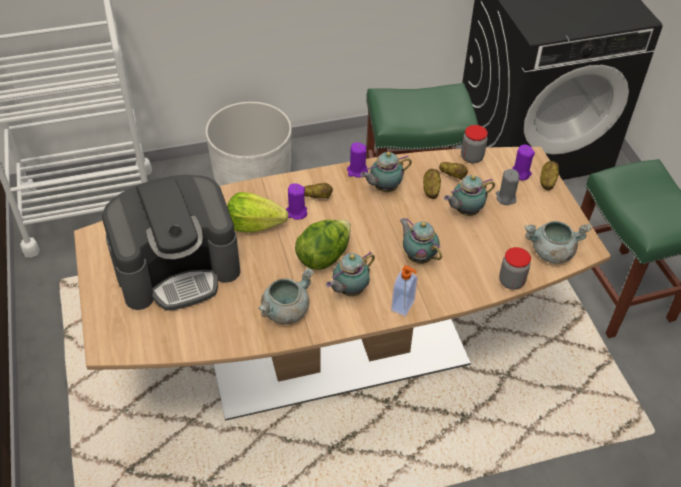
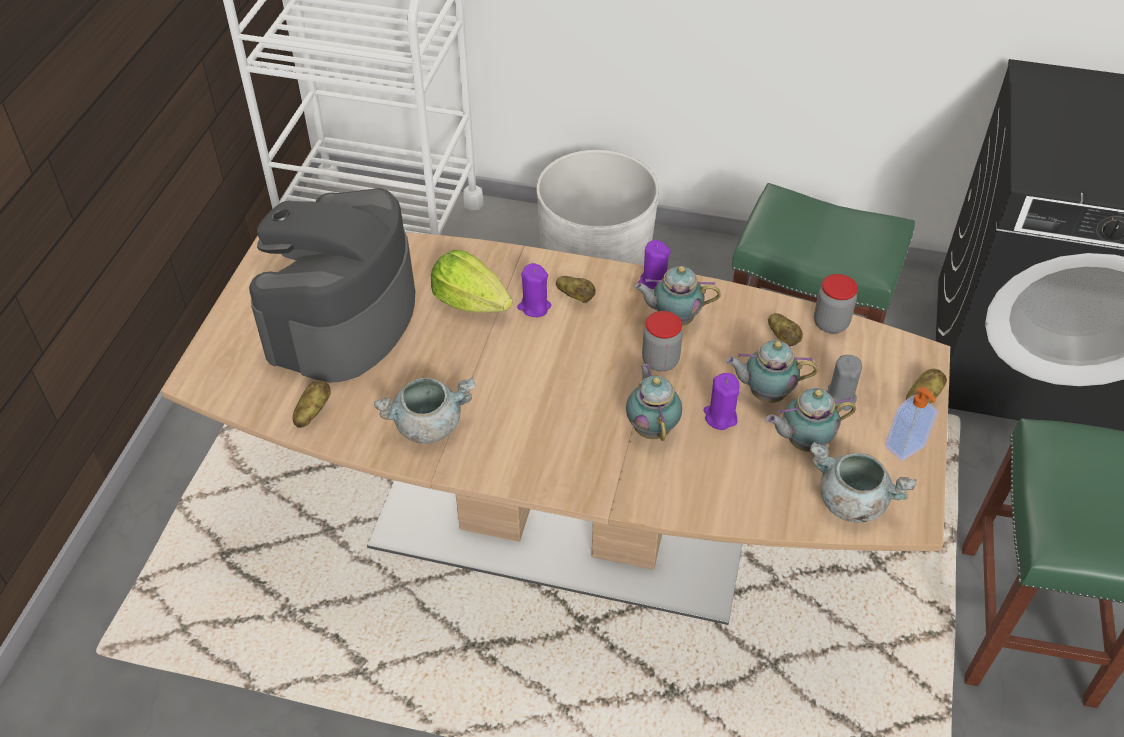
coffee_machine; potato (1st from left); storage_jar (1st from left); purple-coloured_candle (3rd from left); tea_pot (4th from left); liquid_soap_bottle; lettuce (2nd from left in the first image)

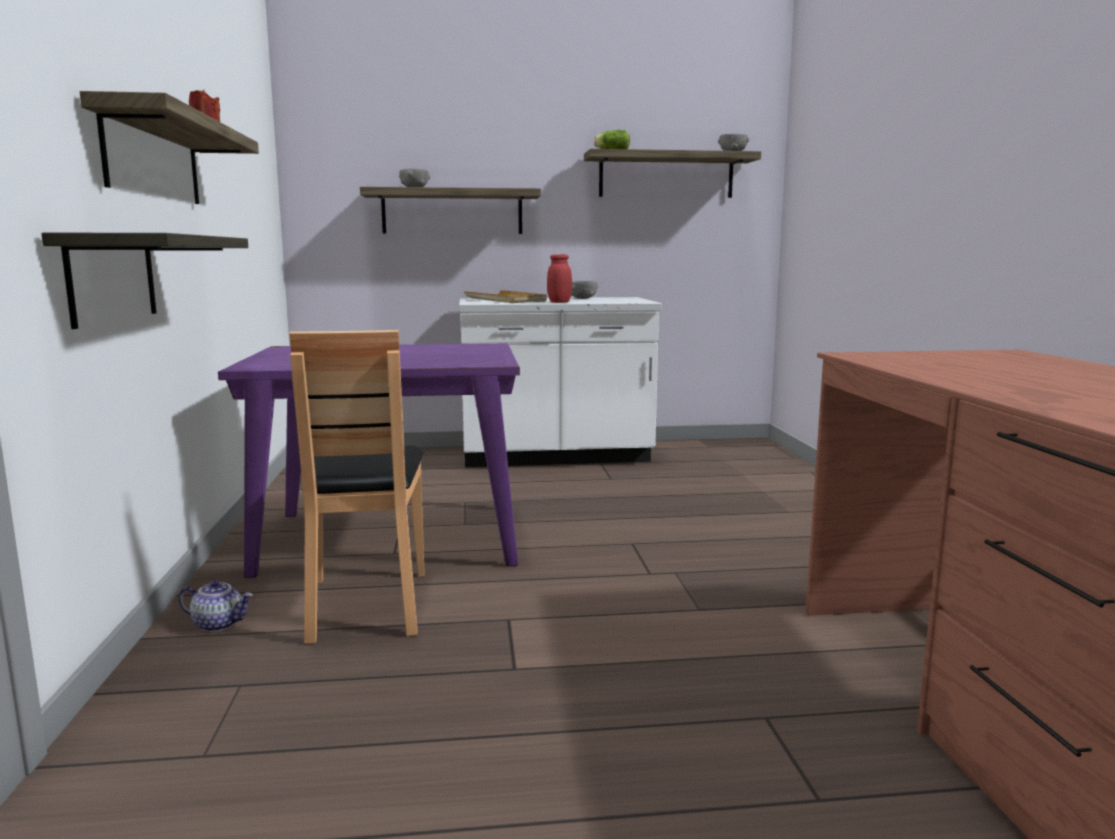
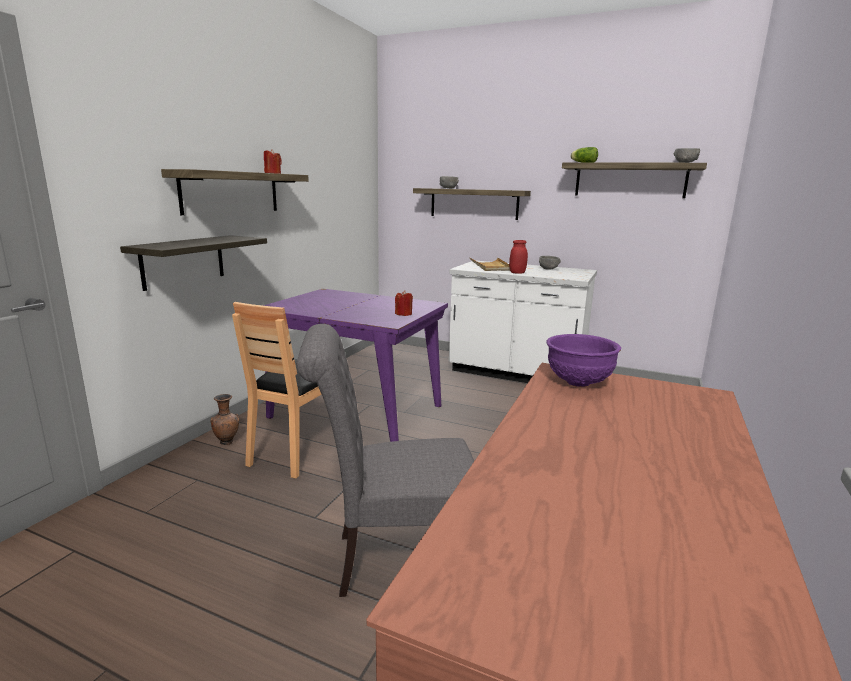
brown_vase; grey_chair; reddish_candle (2nd from left); purple-coloured_bowl

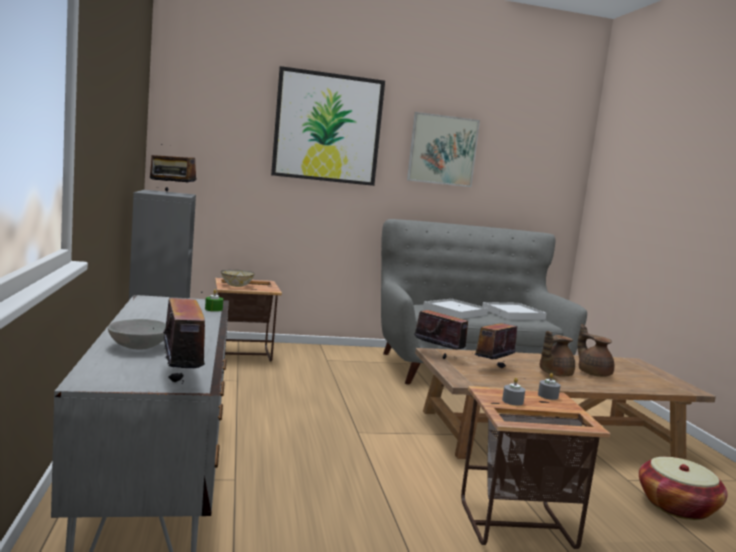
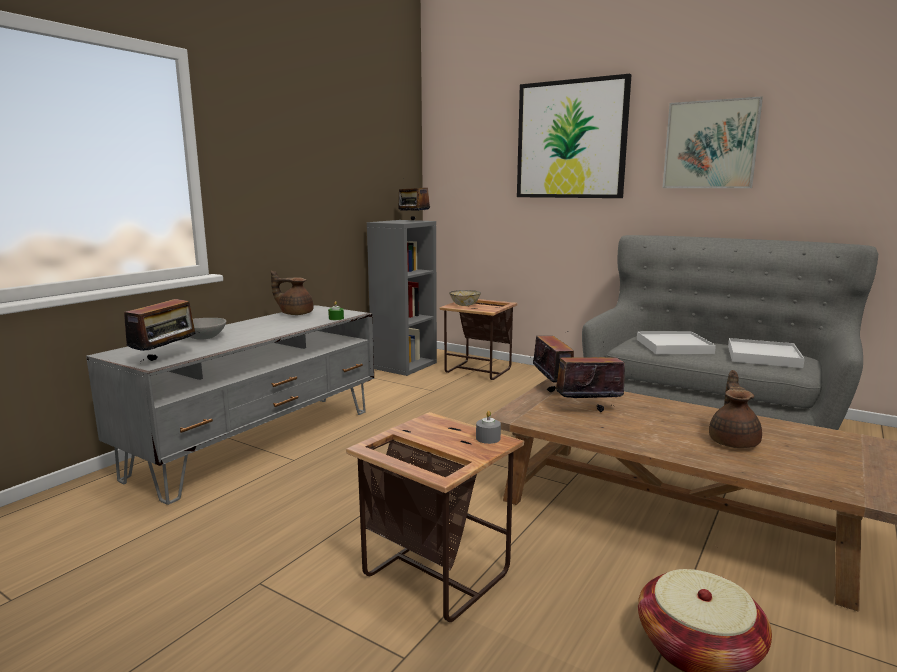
brown_tea_pot (1st from left); grey_candle (1st from left in the first image)

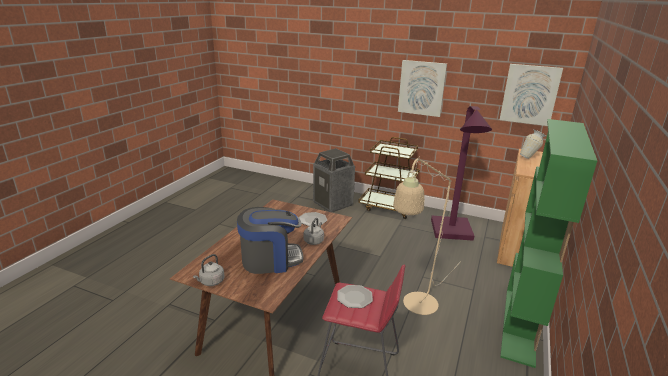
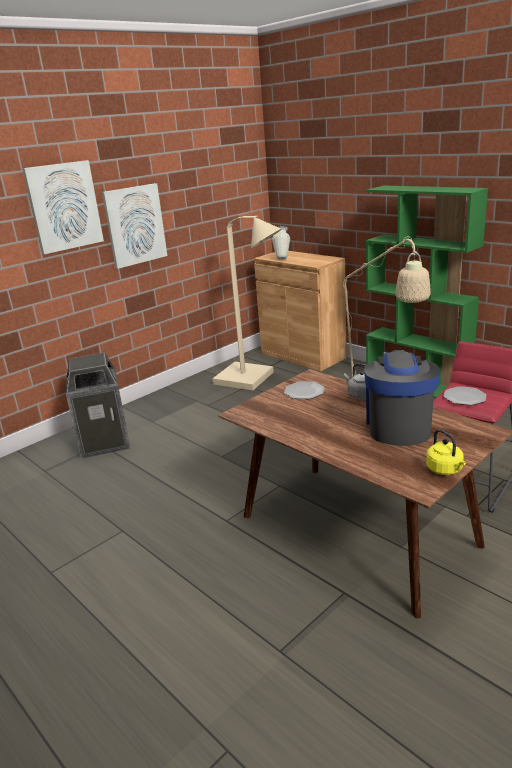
wall_picture (1st from left); sand-coloured_floor_lamp (1st from left); yellow_tea_kettle; brown_wheeled_cart

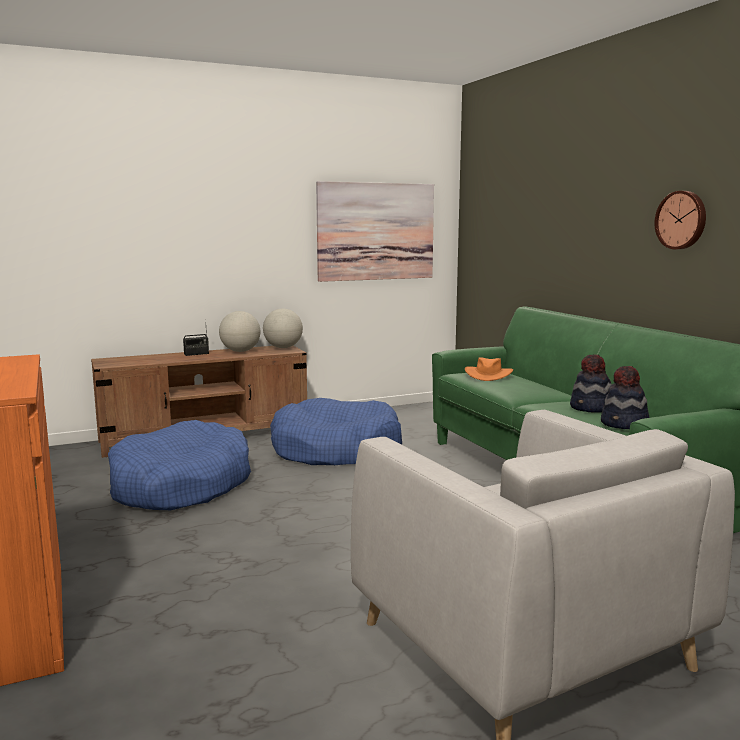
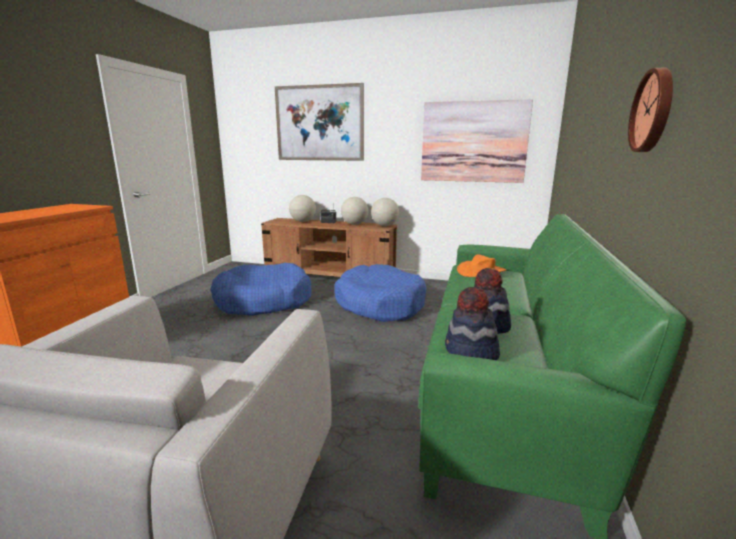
wall_picture (1st from left); world_globe (1st from left)

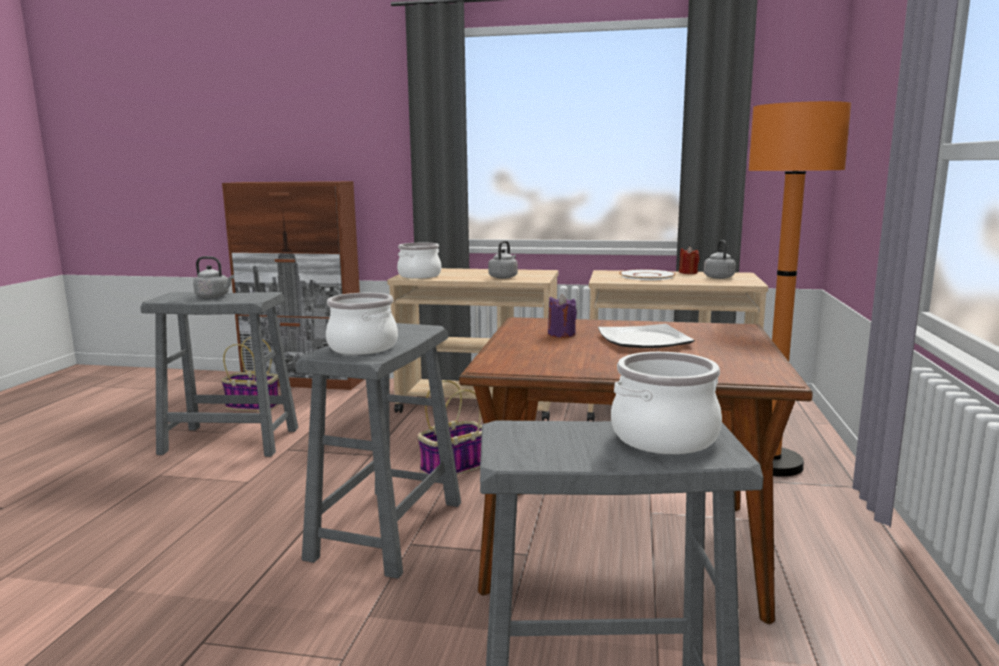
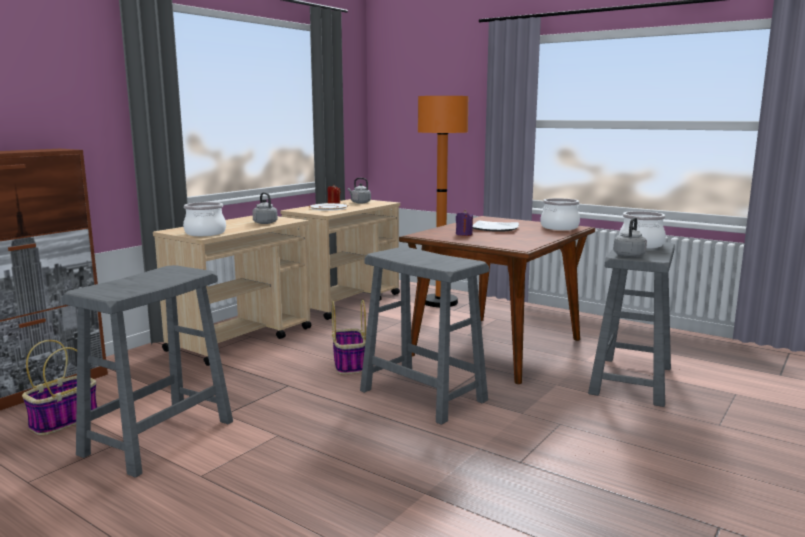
cooking_pot (2nd from left); grey_tea_kettle (3rd from left)

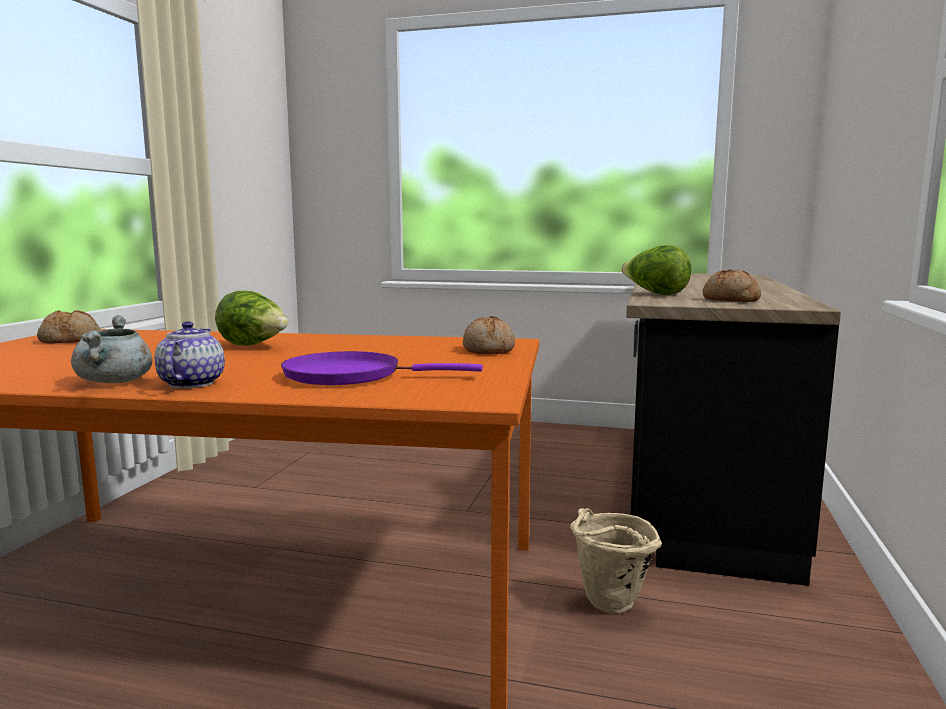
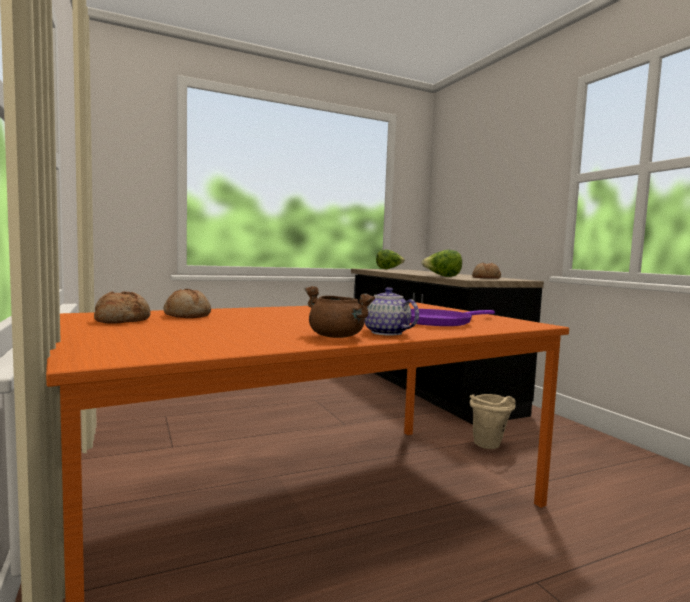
baked_bread (2nd from left); brown_cooking_pot; lettuce (1st from left)

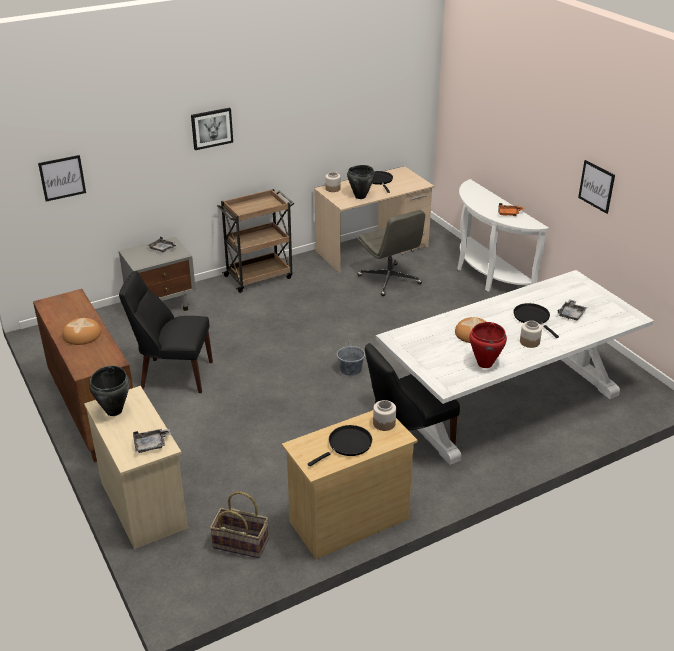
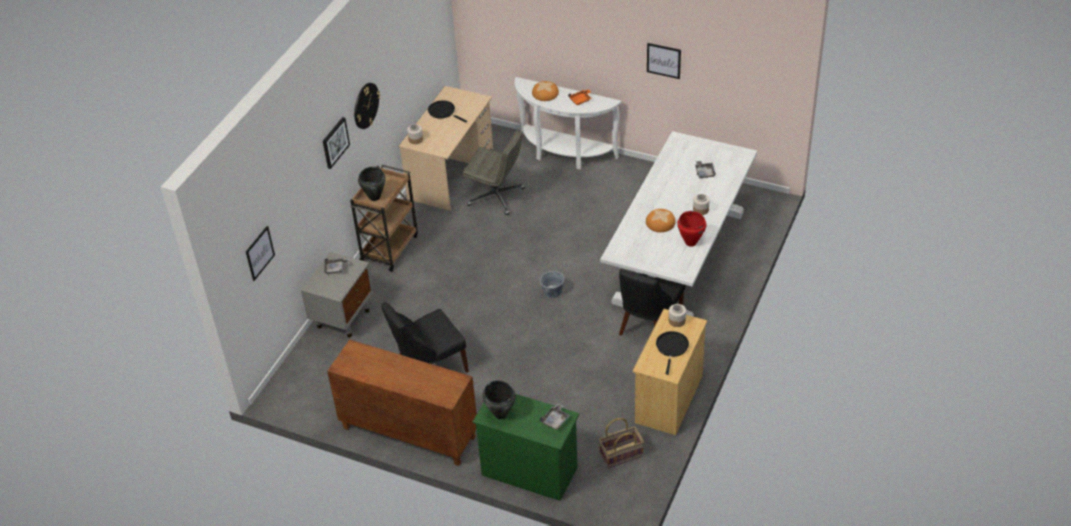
wall_clock; blackish_cooking_pot (1st from left); green-coloured_chest_of_drawers; baked_bread (1st from left); blackish_pan (3rd from left in the first image)

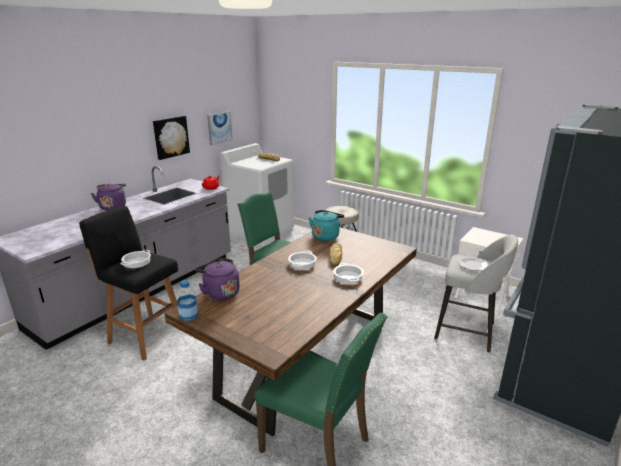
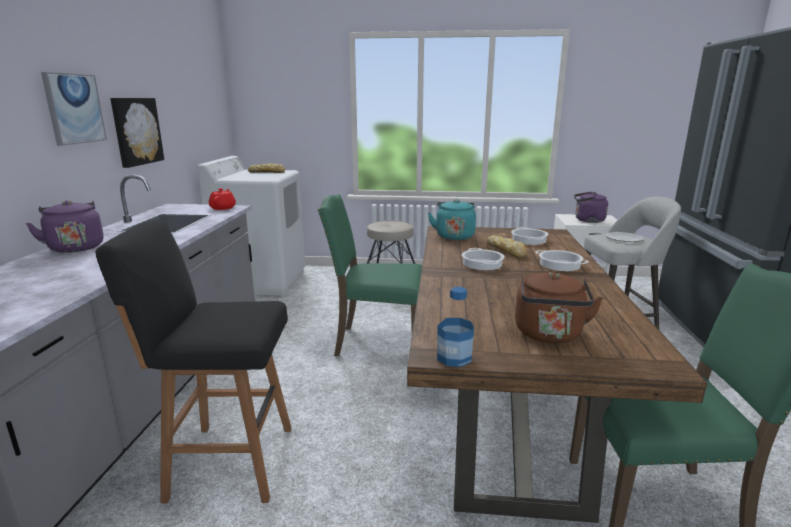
wall_picture (1st from left); cooking_pot (2nd from left); brown_tea_kettle; purple-coloured_tea_kettle (2nd from left)

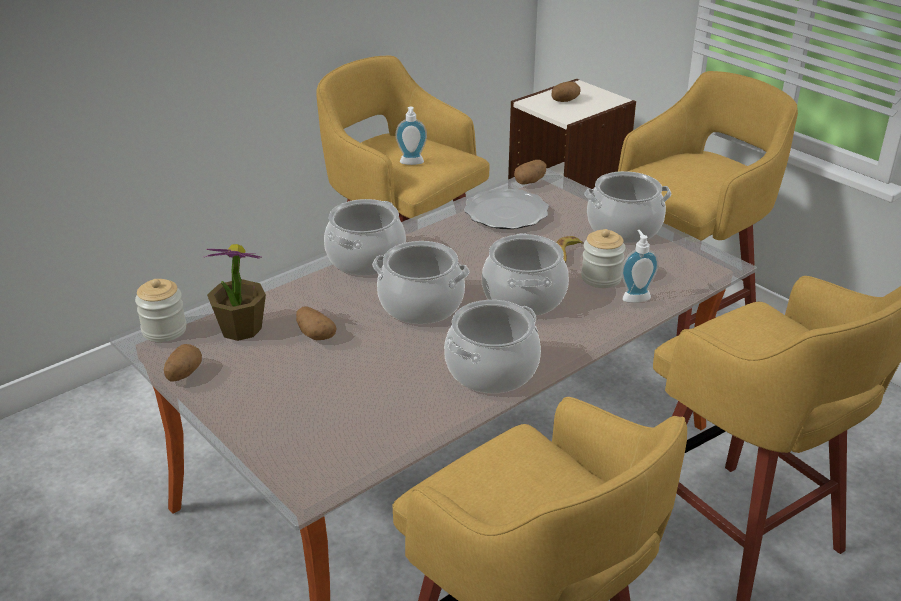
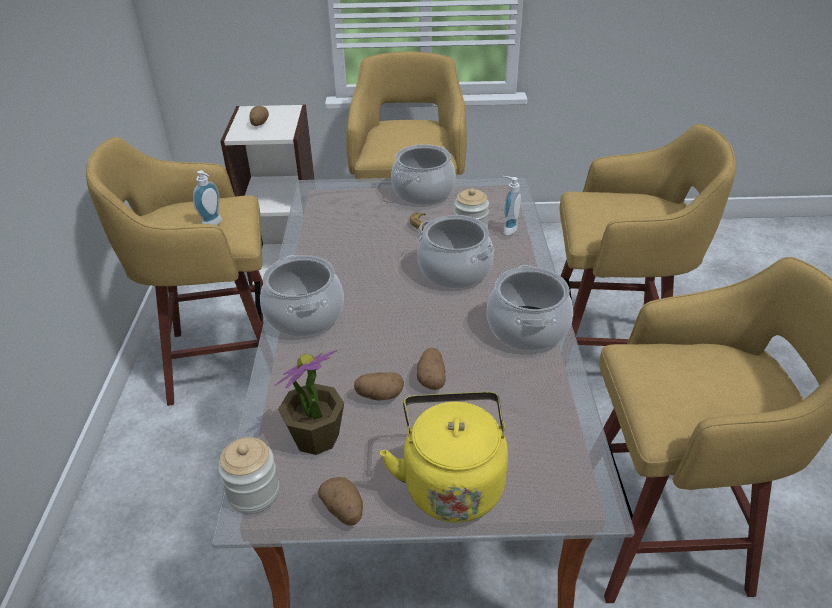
yellow_tea_kettle; potato (4th from left); cooking_pot (2nd from left in the first image); flat_dish

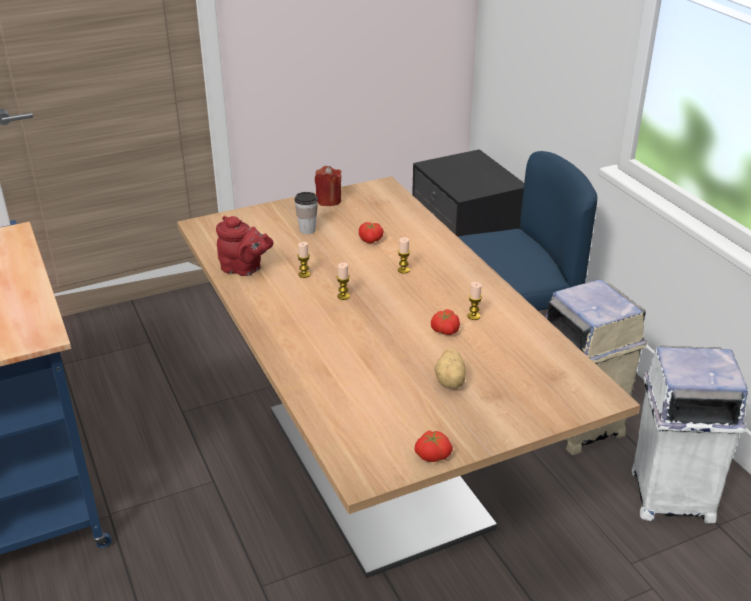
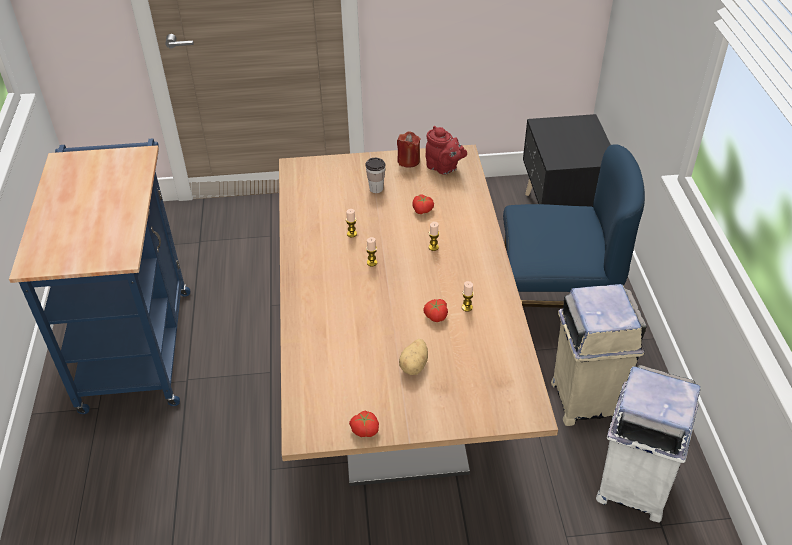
reddish_tea_pot

